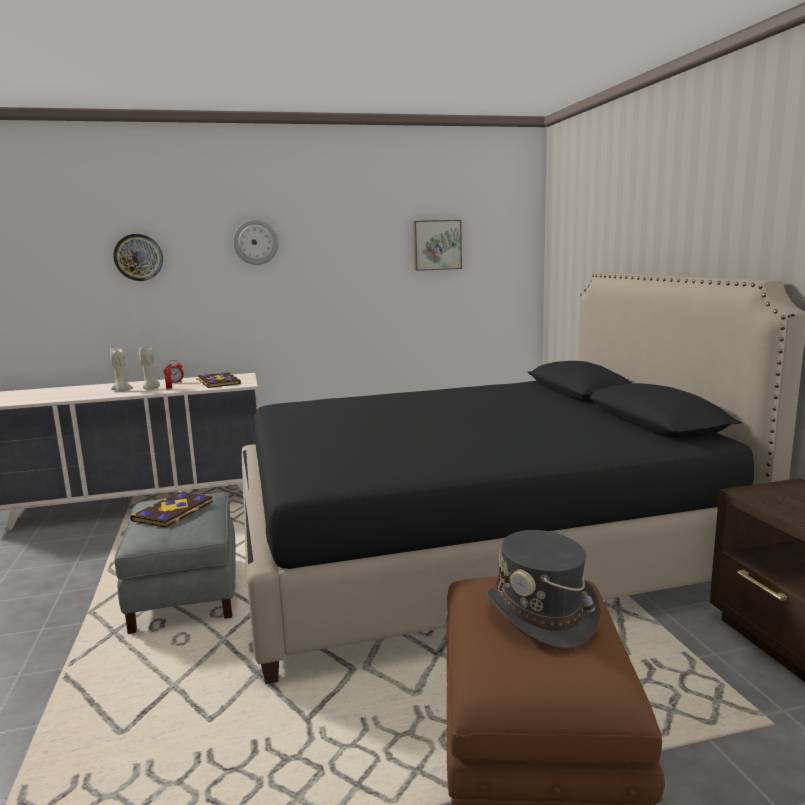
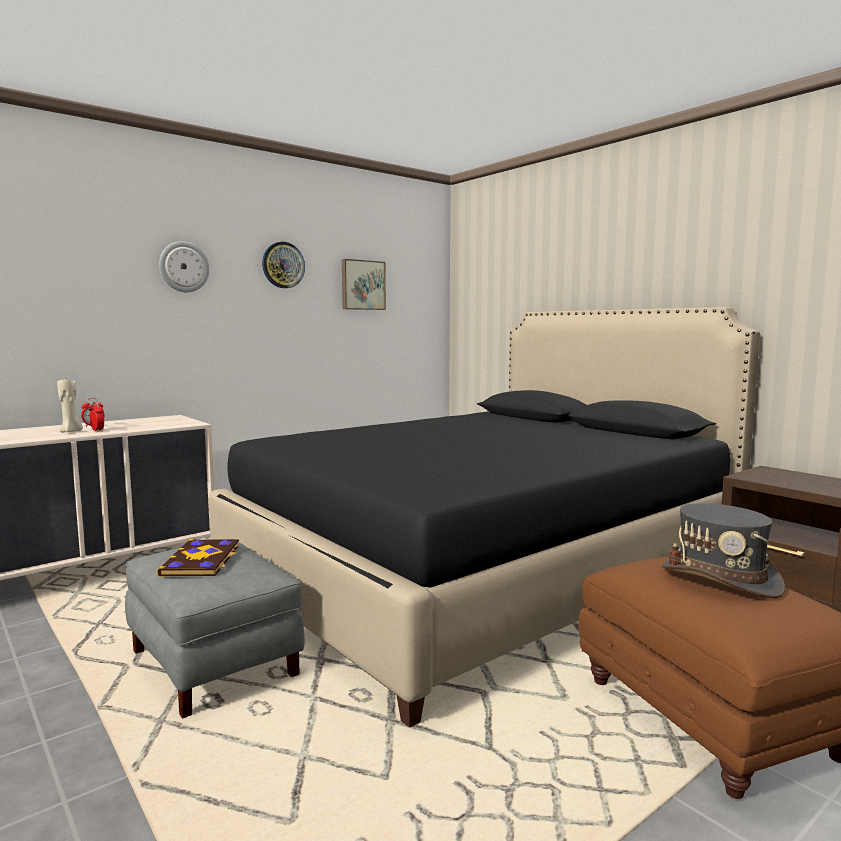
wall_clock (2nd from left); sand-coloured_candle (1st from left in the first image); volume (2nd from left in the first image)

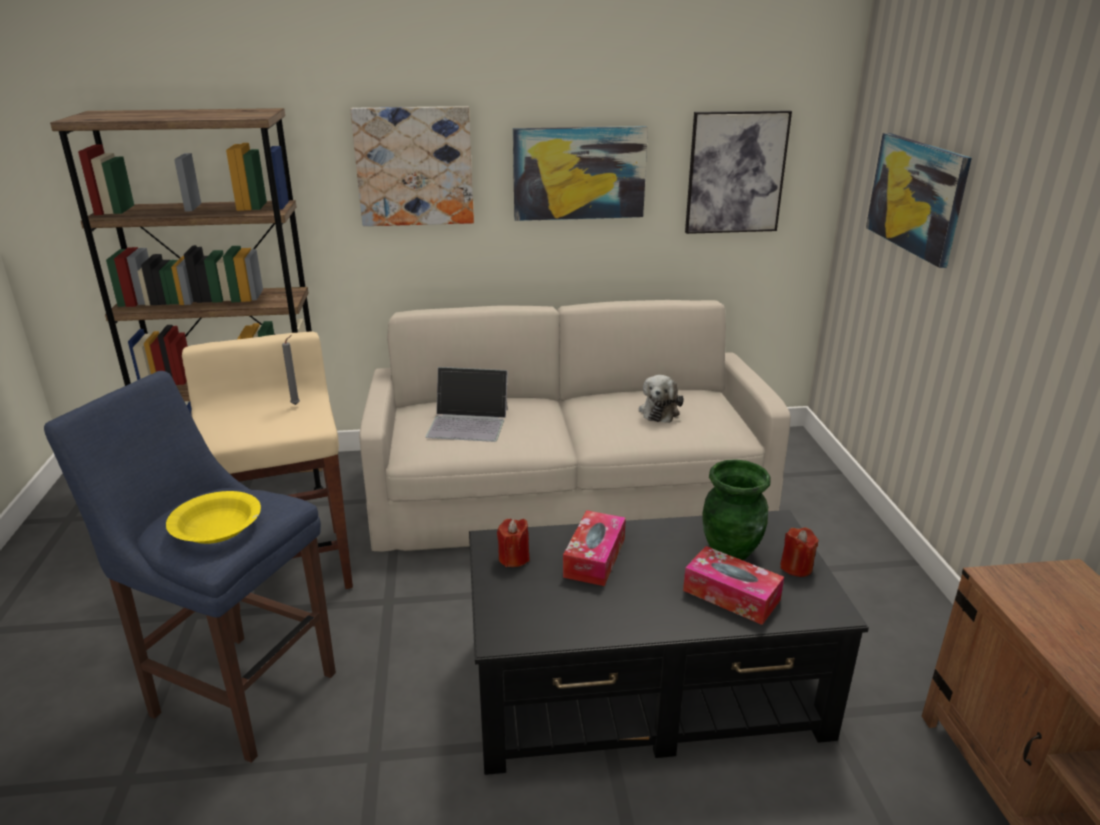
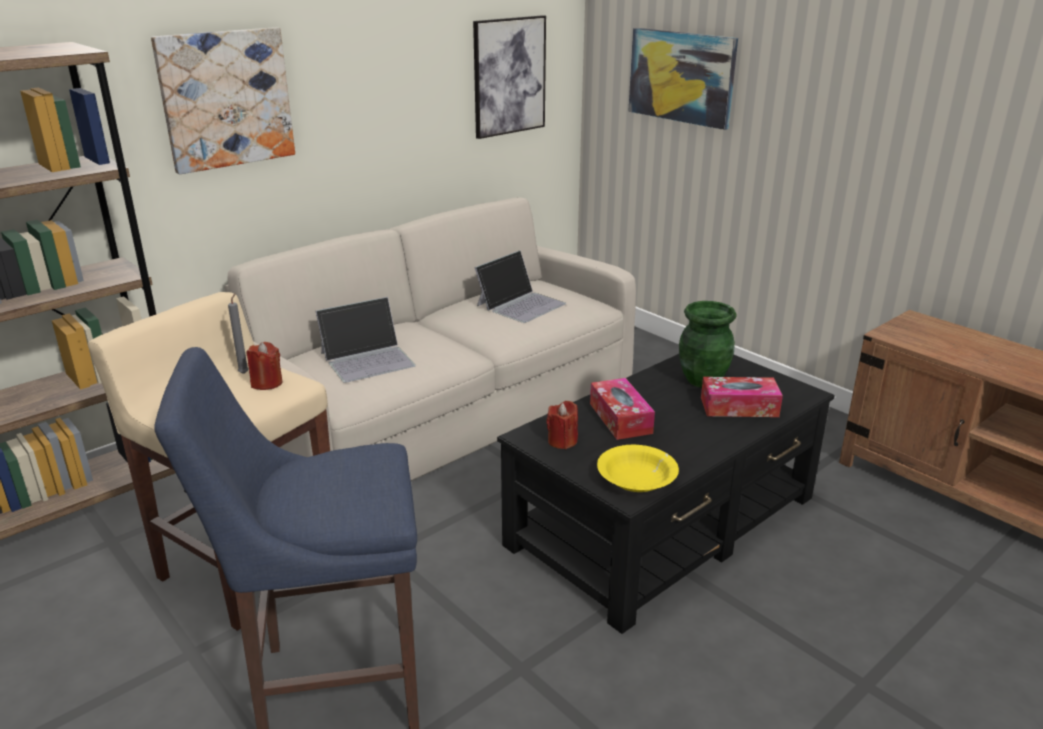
reddish_candle (1st from left); laptop (2nd from left); yellow_bowl; wall_picture (2nd from left in the first image)

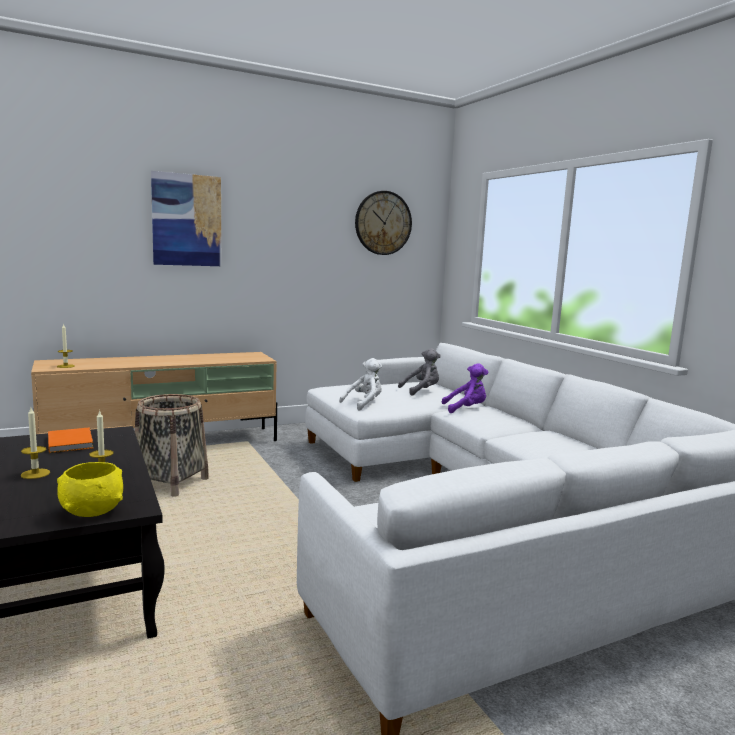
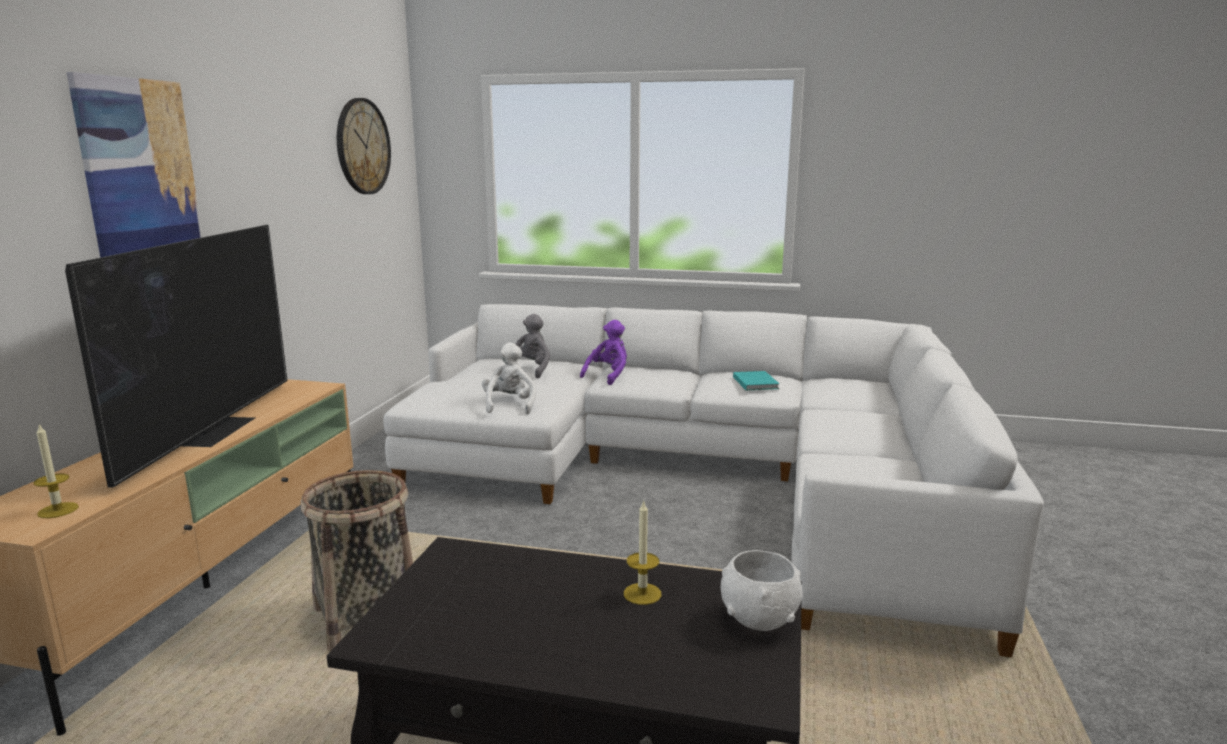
television; white_bowl; turquoise_volume; candle (1st from left in the first image); orangey_volume

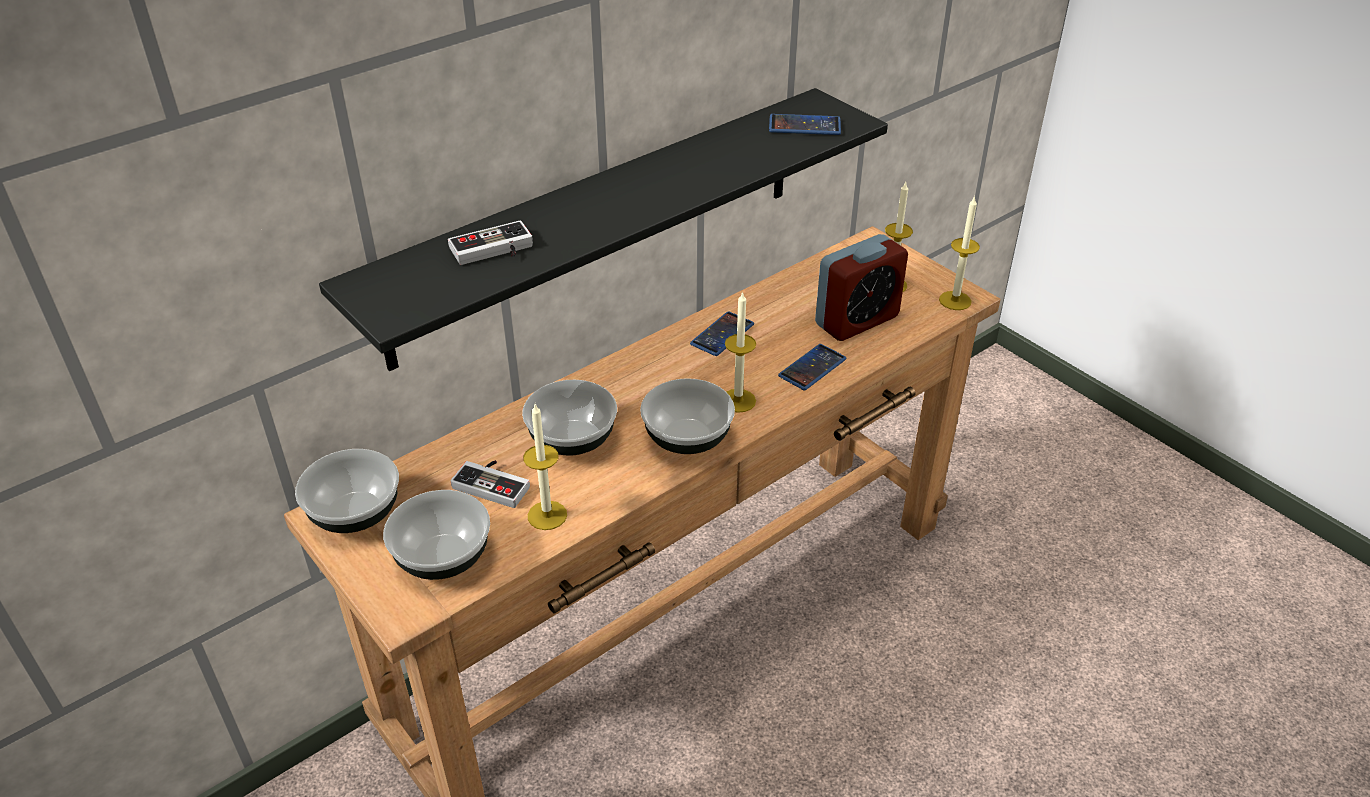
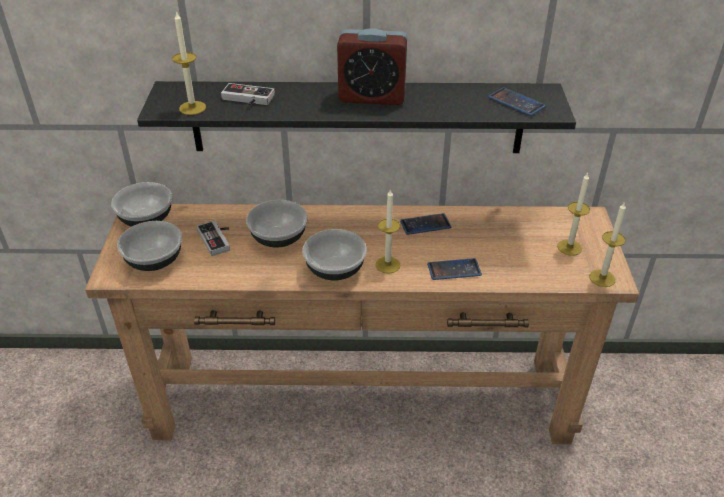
candle (1st from left); alarm_clock

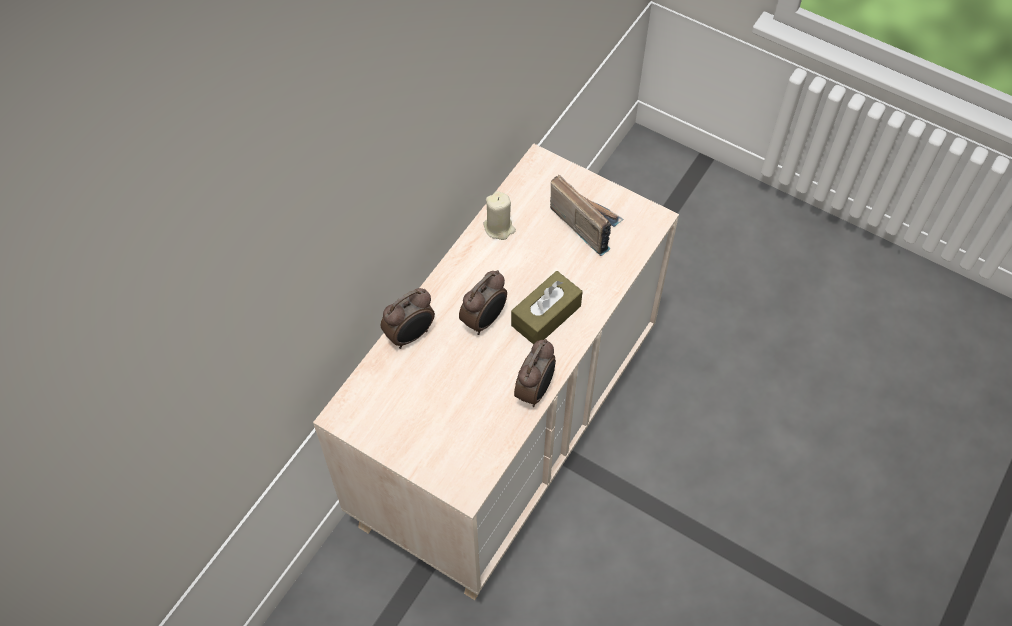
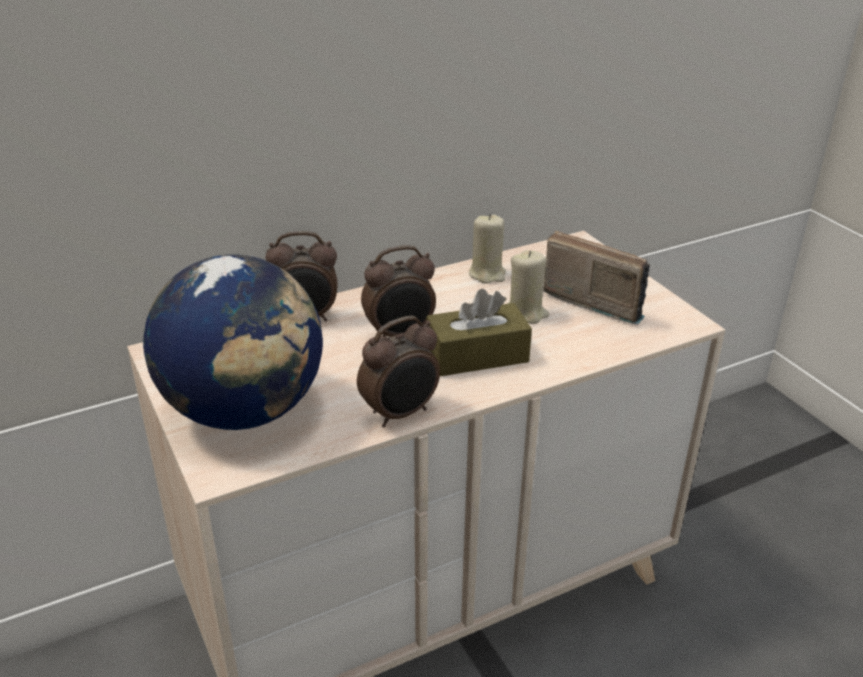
world_globe; sand-coloured_candle (2nd from left); radio_receiver

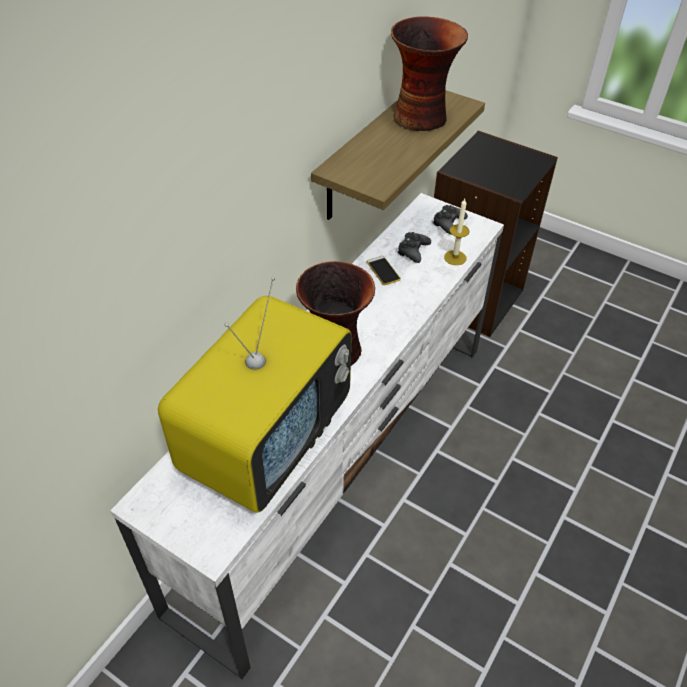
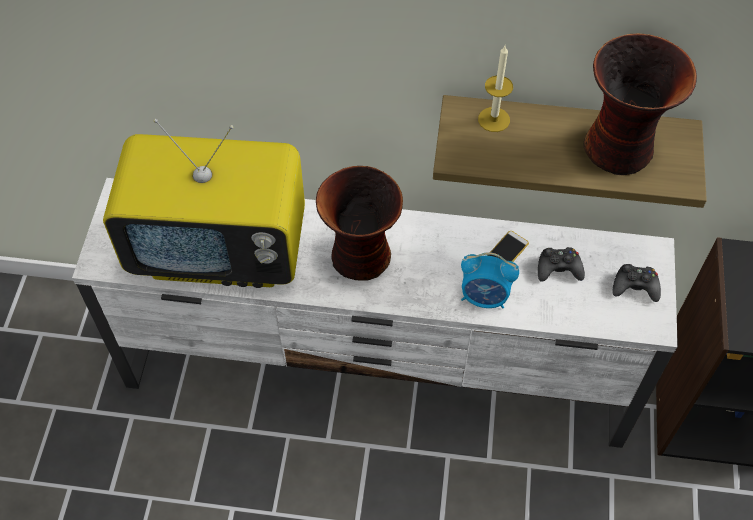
alarm_clock; candle

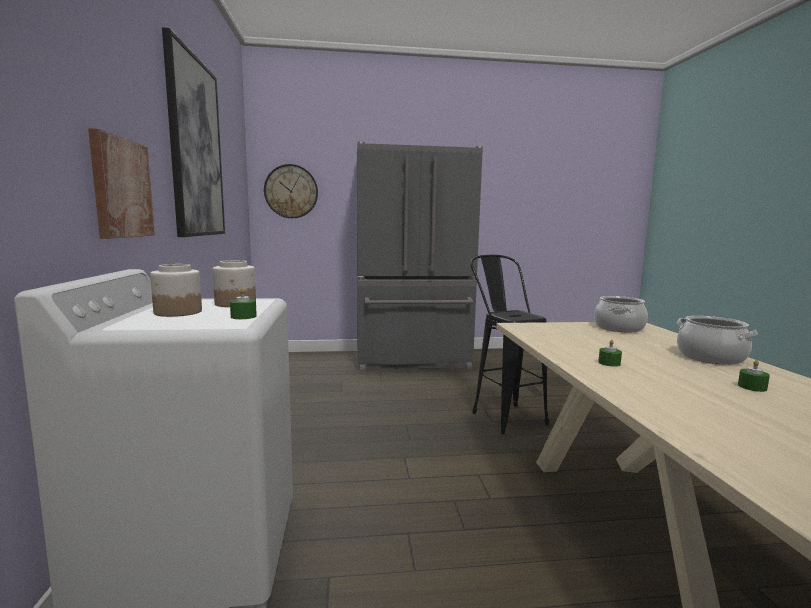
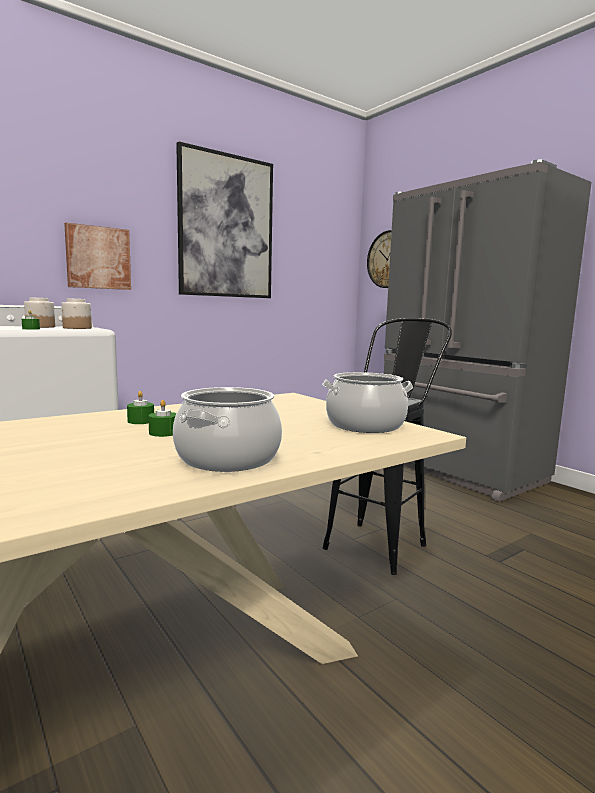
green-coloured_candle (3rd from left)

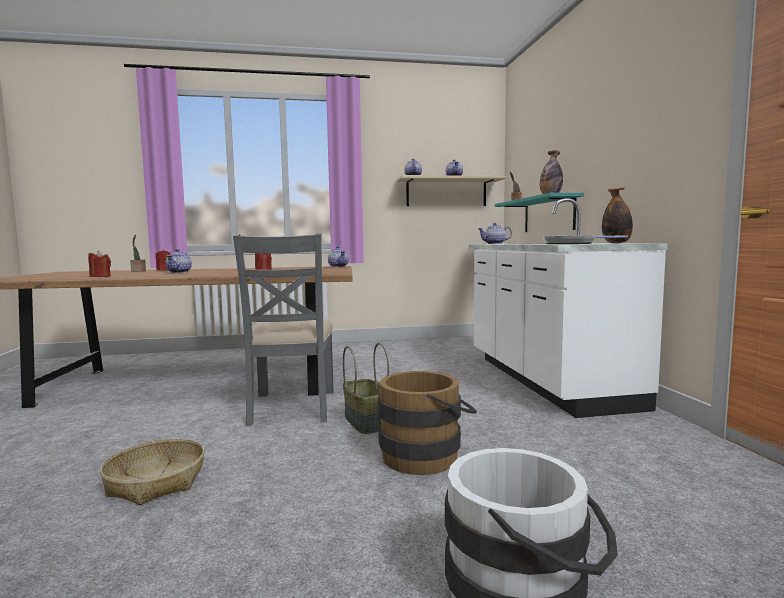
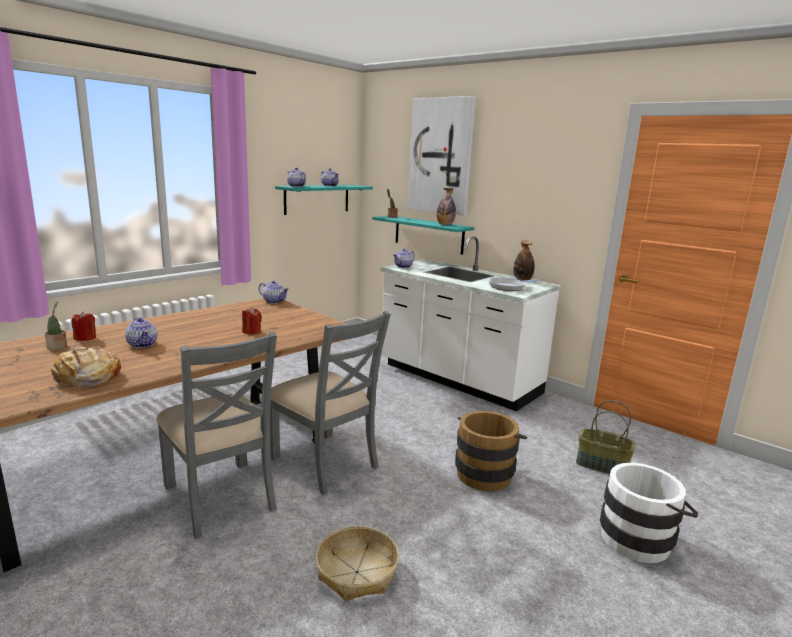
baked_bread; grey_chair (1st from left); turquoise_bracket_shelf (1st from left); wall_picture; storage_basket (2nd from left)

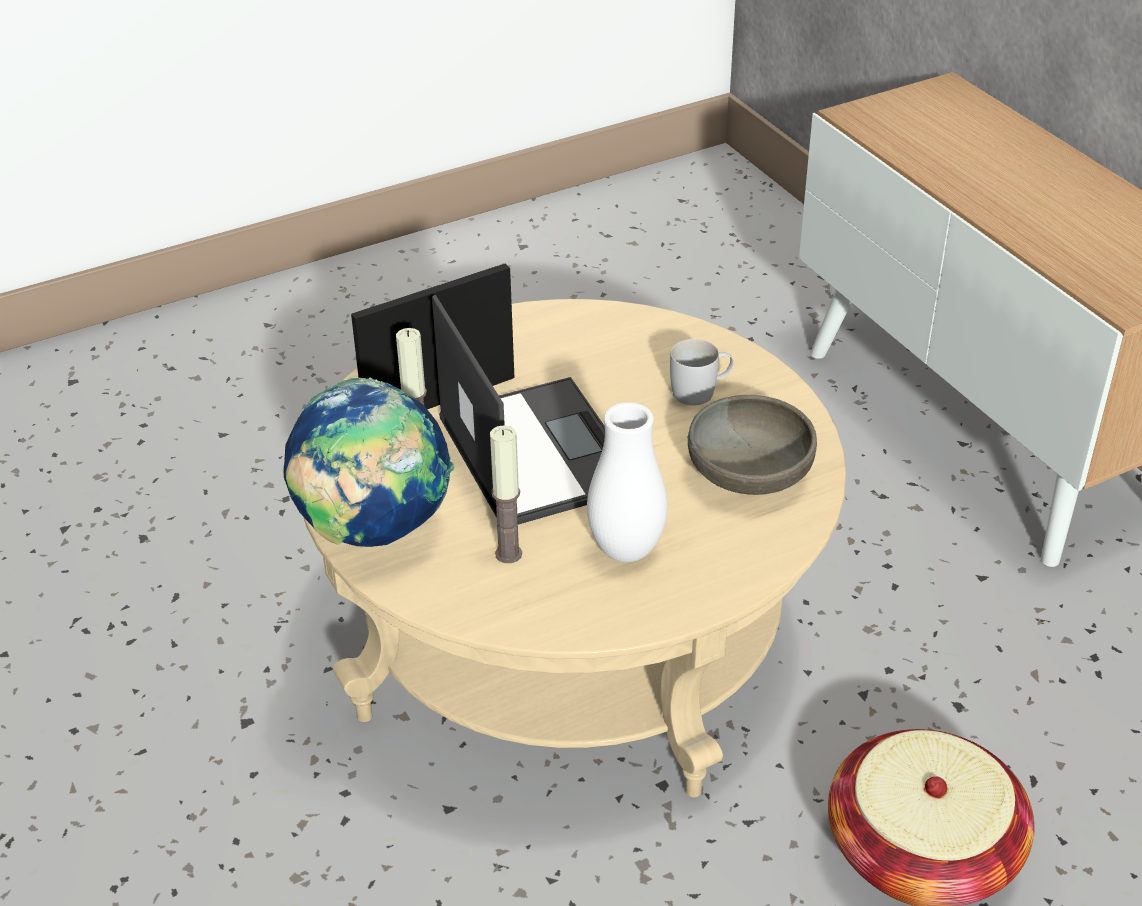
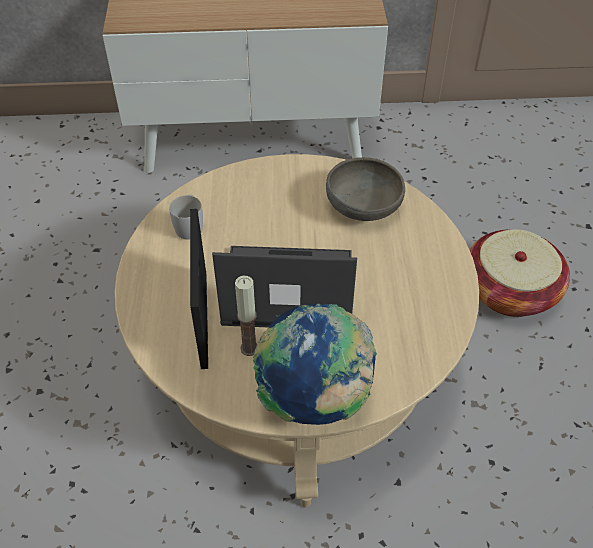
white_tea_mug; candle (2nd from left in the first image); white_vase

